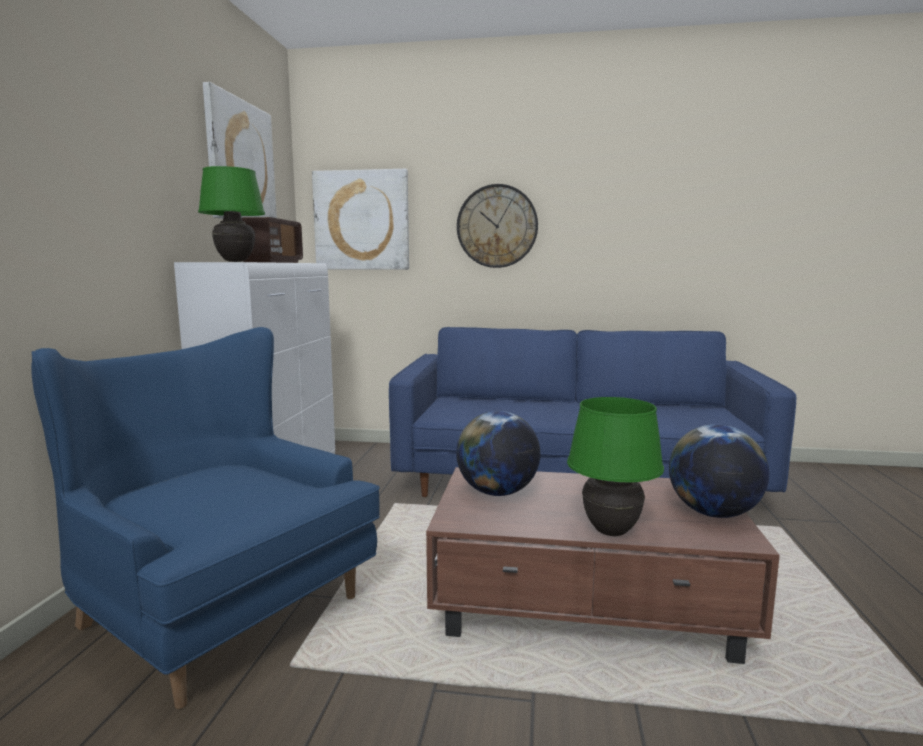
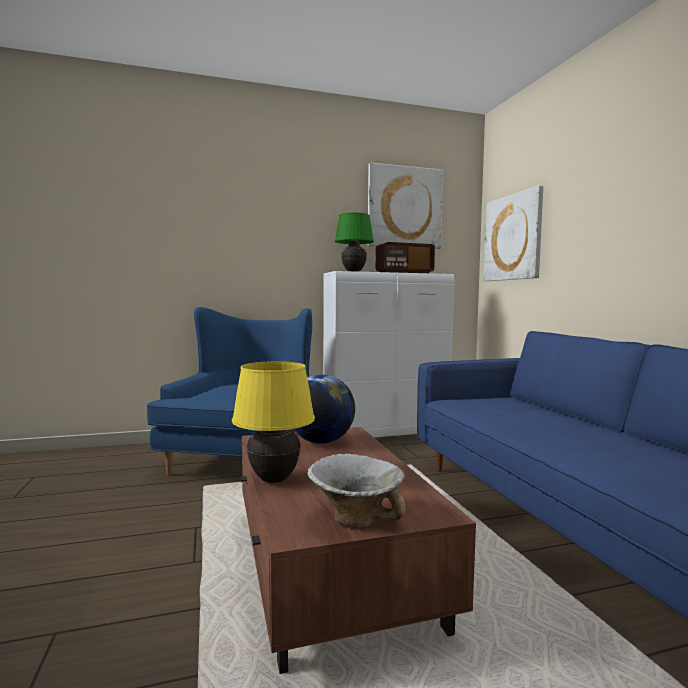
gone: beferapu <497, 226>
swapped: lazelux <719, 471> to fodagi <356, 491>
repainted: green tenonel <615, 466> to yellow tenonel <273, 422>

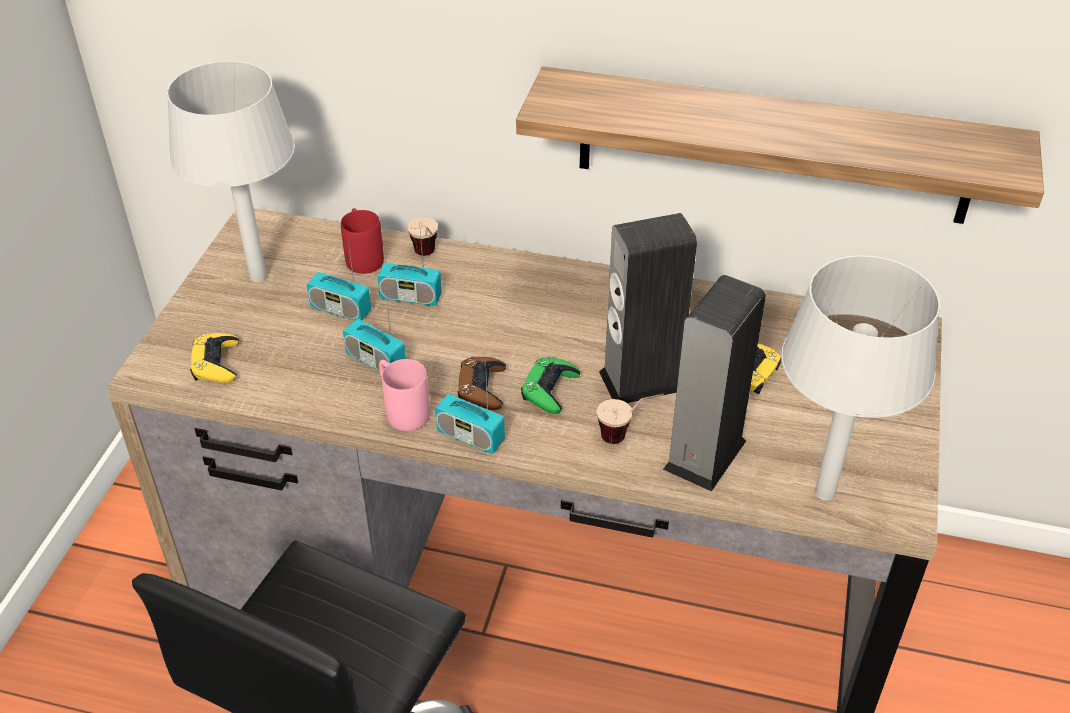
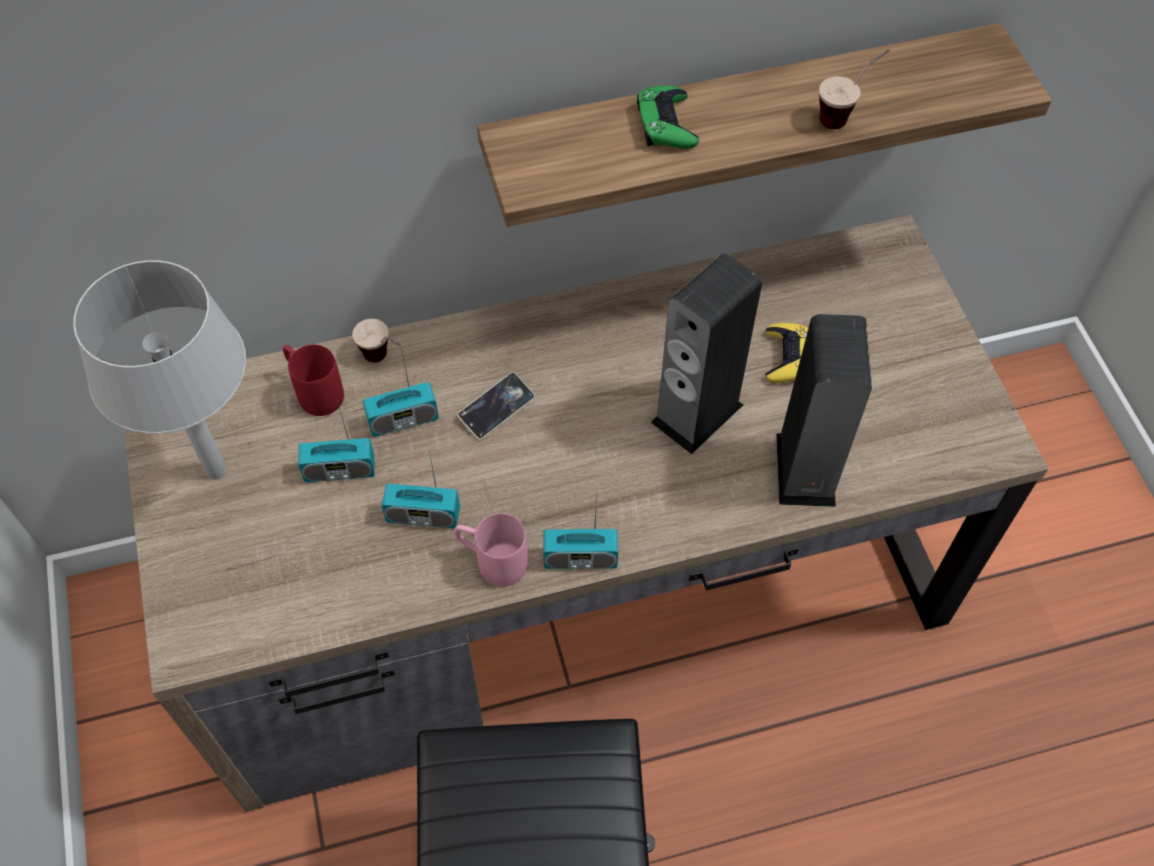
gone: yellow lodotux <214, 358>; brown lodotux <482, 383>; grey tenonel <860, 378>
new: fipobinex <496, 406>
shifted: green lodotux <550, 385> to <668, 117>; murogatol <630, 418> to <854, 89>

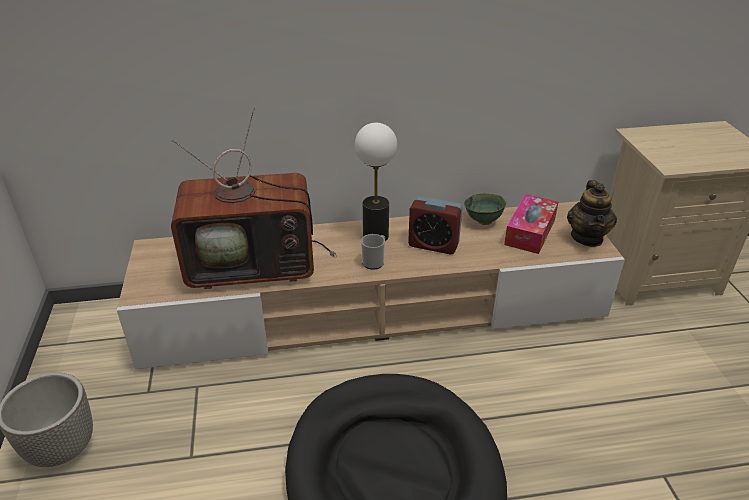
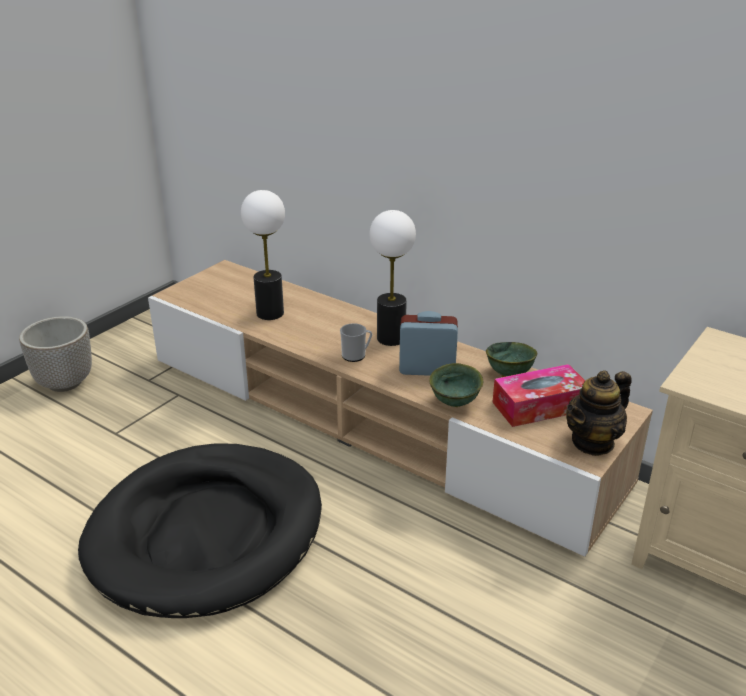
new: green fodagi <456, 385>
swapped: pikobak <253, 198> to tenonel <263, 255>
rotated: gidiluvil <435, 225> = <428, 343> 120 degrees clockwise

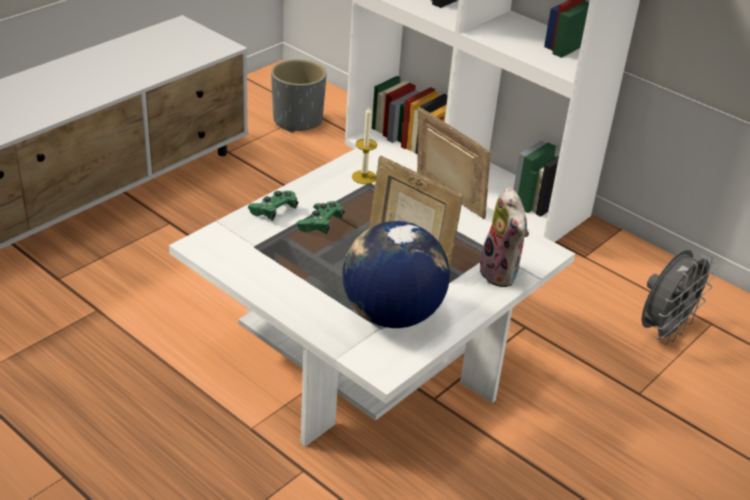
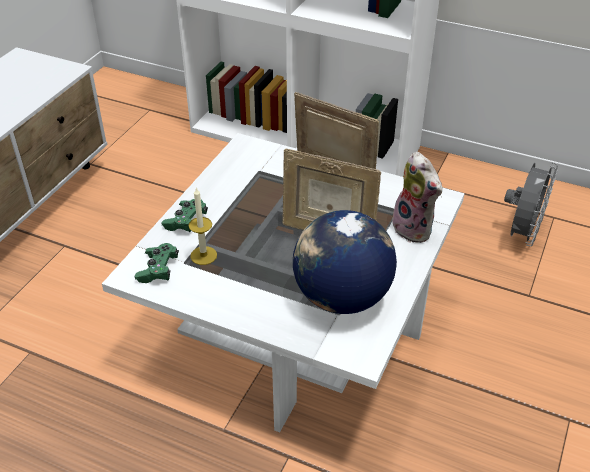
gone: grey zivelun <298, 96>
shifted: green lodotux <320, 217> to <157, 263>; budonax <364, 145> to <203, 226>

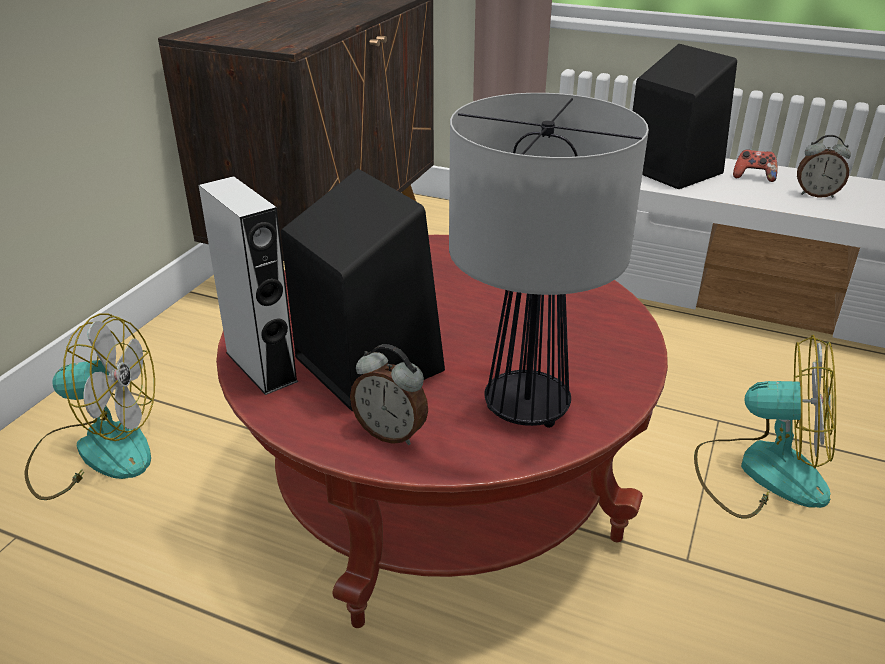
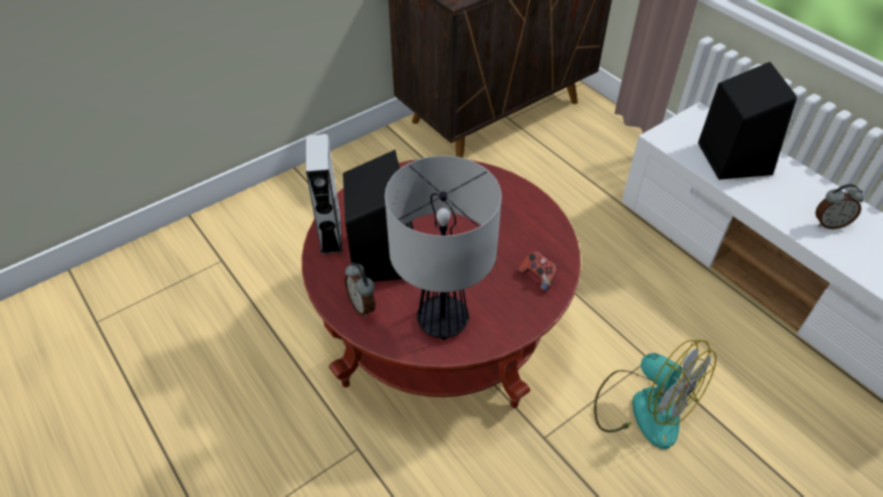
gone: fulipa <90, 407>
shifted: lodotux <755, 165> to <538, 271>
rotated: gidiluvil <824, 166> = <839, 206> 45 degrees counterclockwise

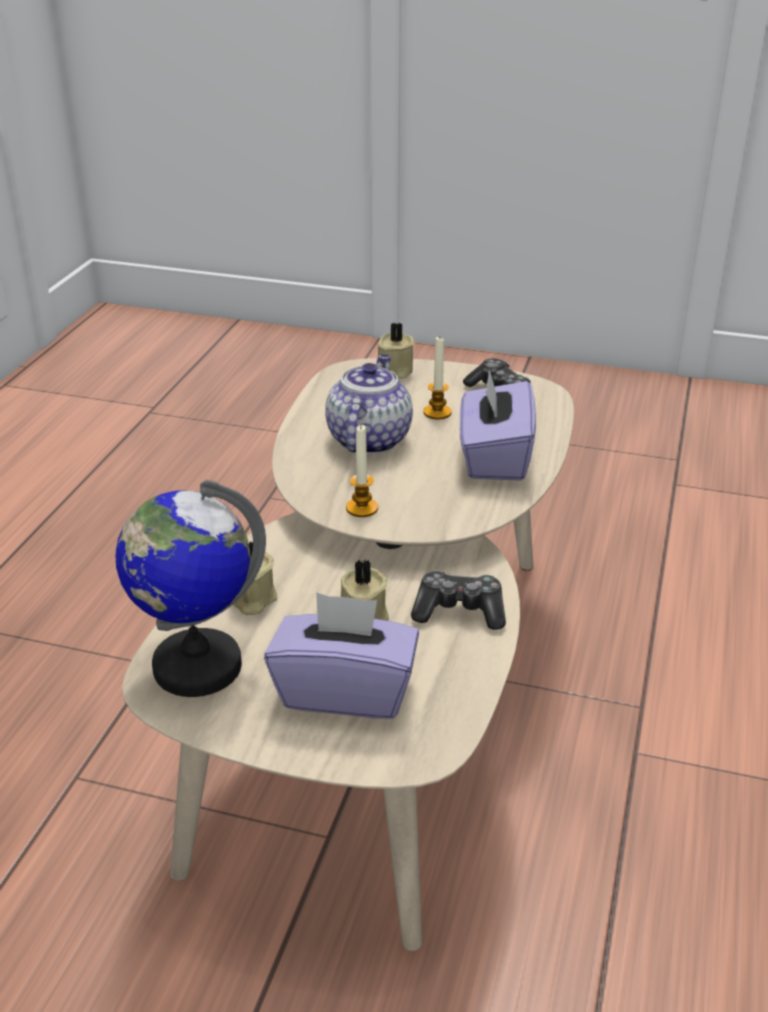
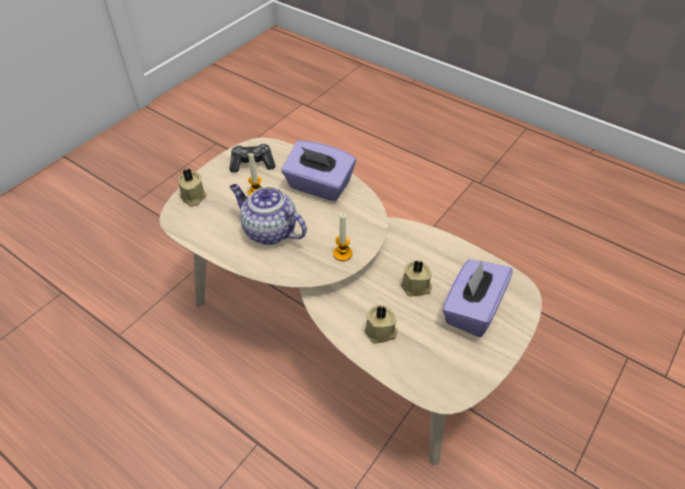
gone: lazelux <191, 588>; lodotux <458, 600>

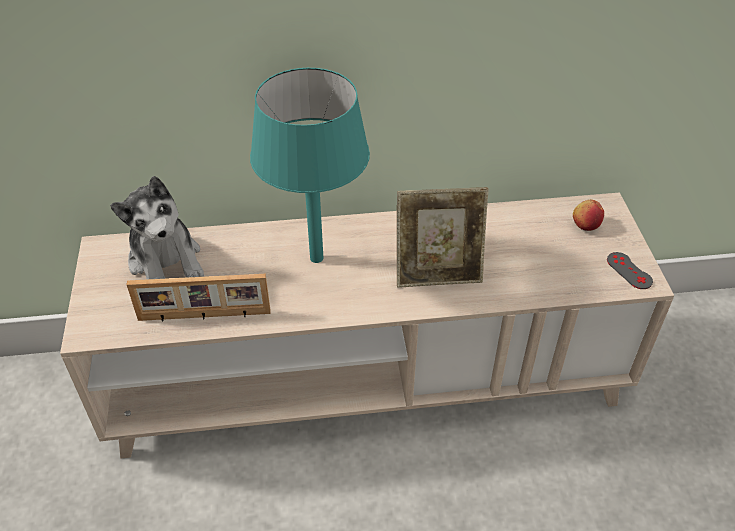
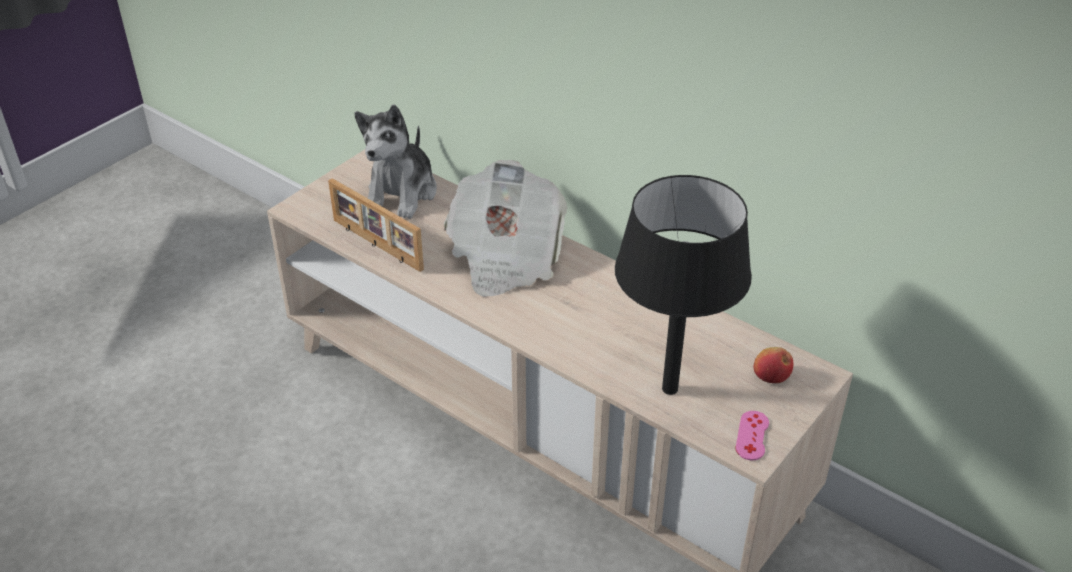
gone: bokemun <443, 237>
new: black tenonel <683, 285>
swapped: turquoise tenonel <310, 165> to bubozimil <506, 228>
repainted: grey lodotux <630, 270> to pink lodotux <752, 435>

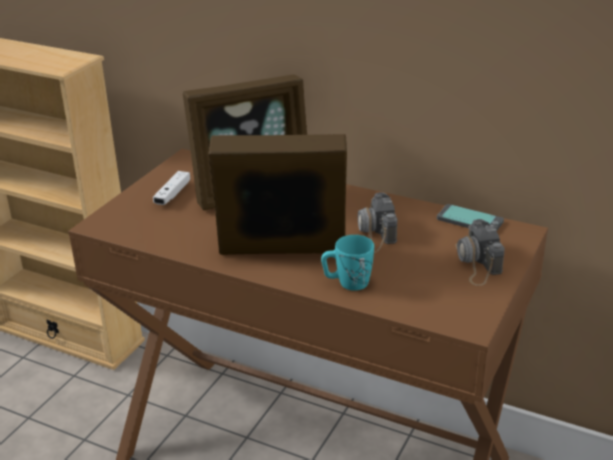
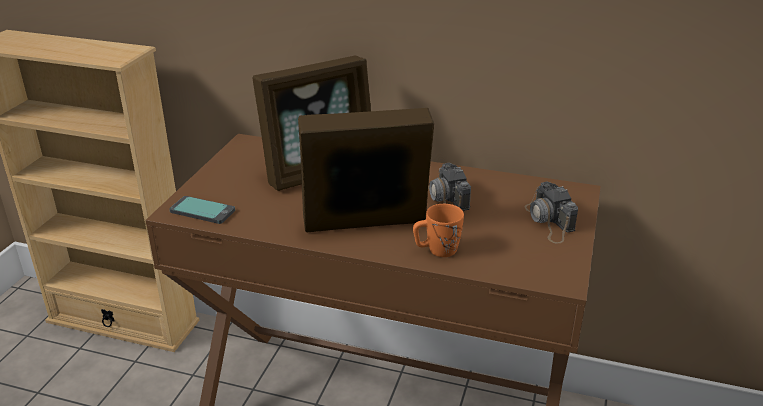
gone: white lodotux <171, 188>
shifted: fipobinex <470, 217> to <202, 210>
repainted: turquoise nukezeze <347, 263> to orange nukezeze <438, 230>

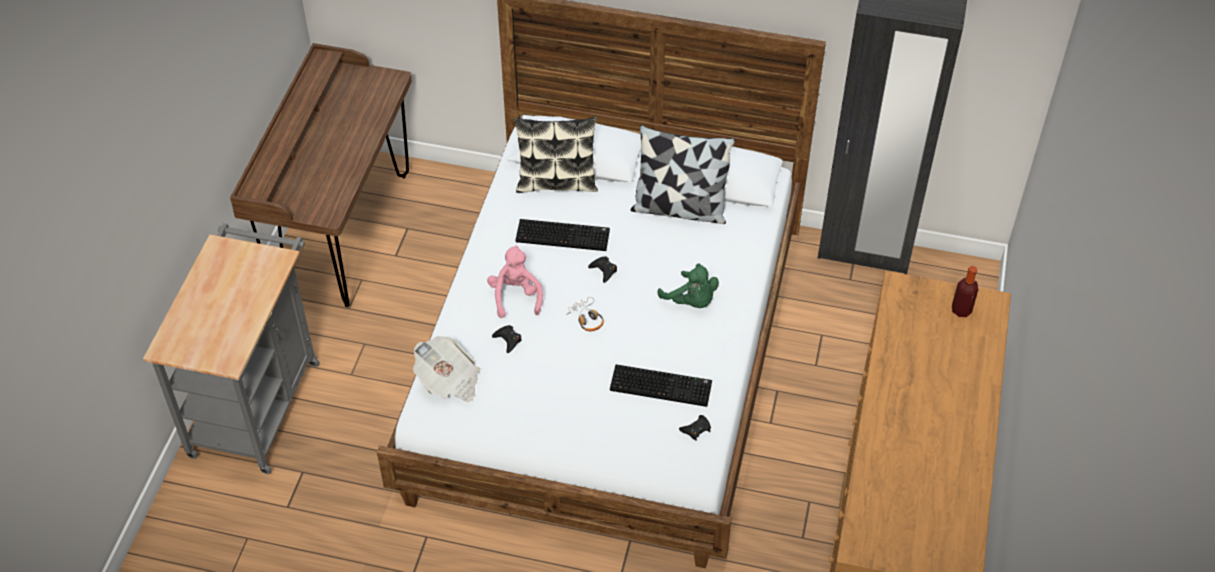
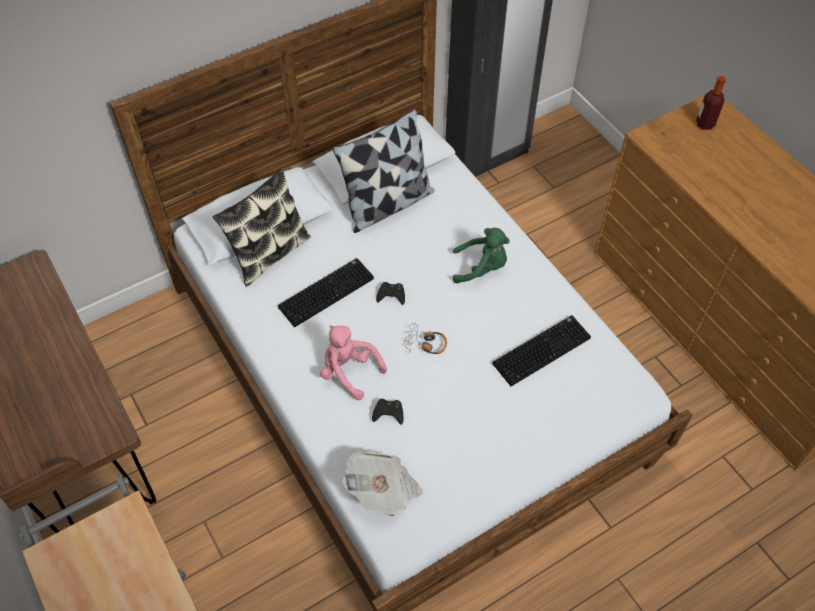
gone: black lodotux <695, 428>

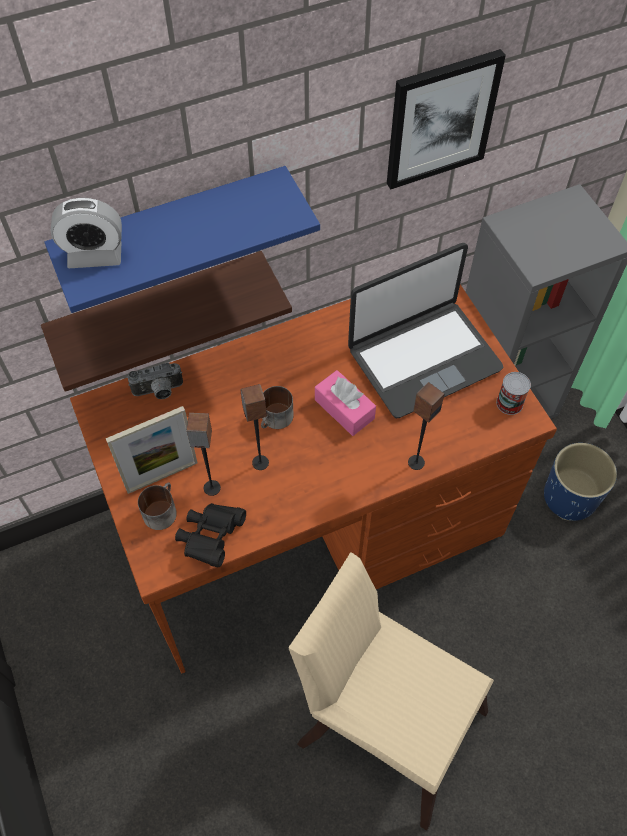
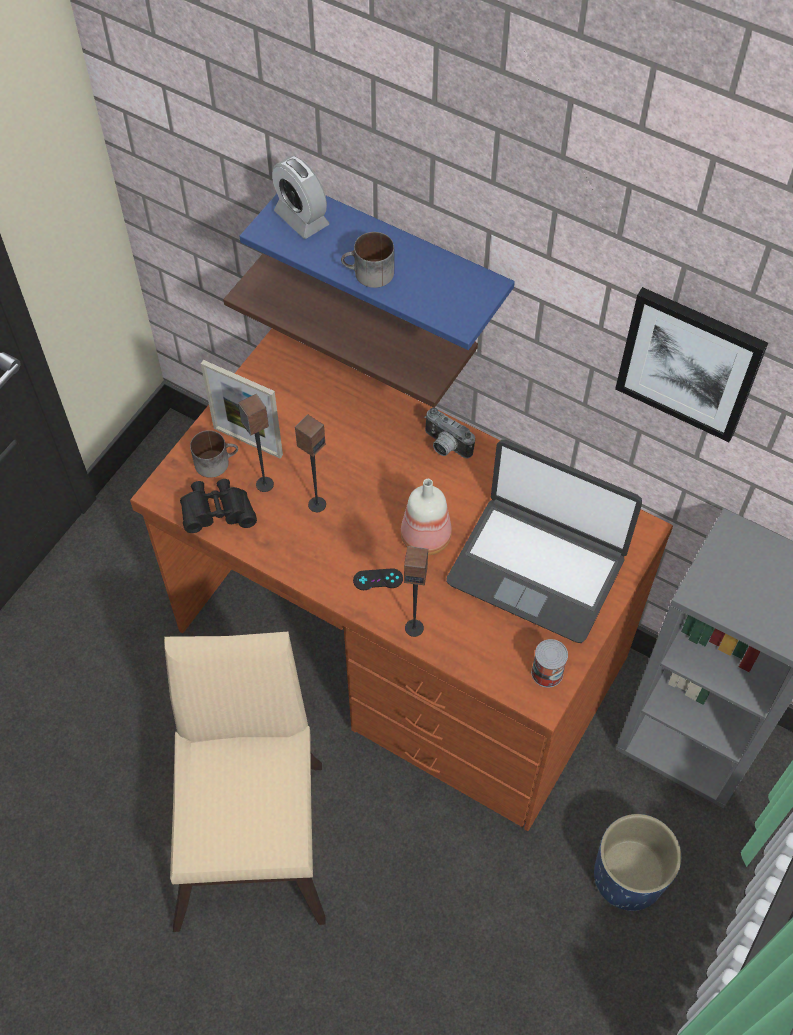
new: black lodotux <378, 579>
shifted: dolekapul <155, 381> to <449, 433>; nukezeze <277, 407> to <367, 260>
swapped: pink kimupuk <345, 403> to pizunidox <426, 517>

